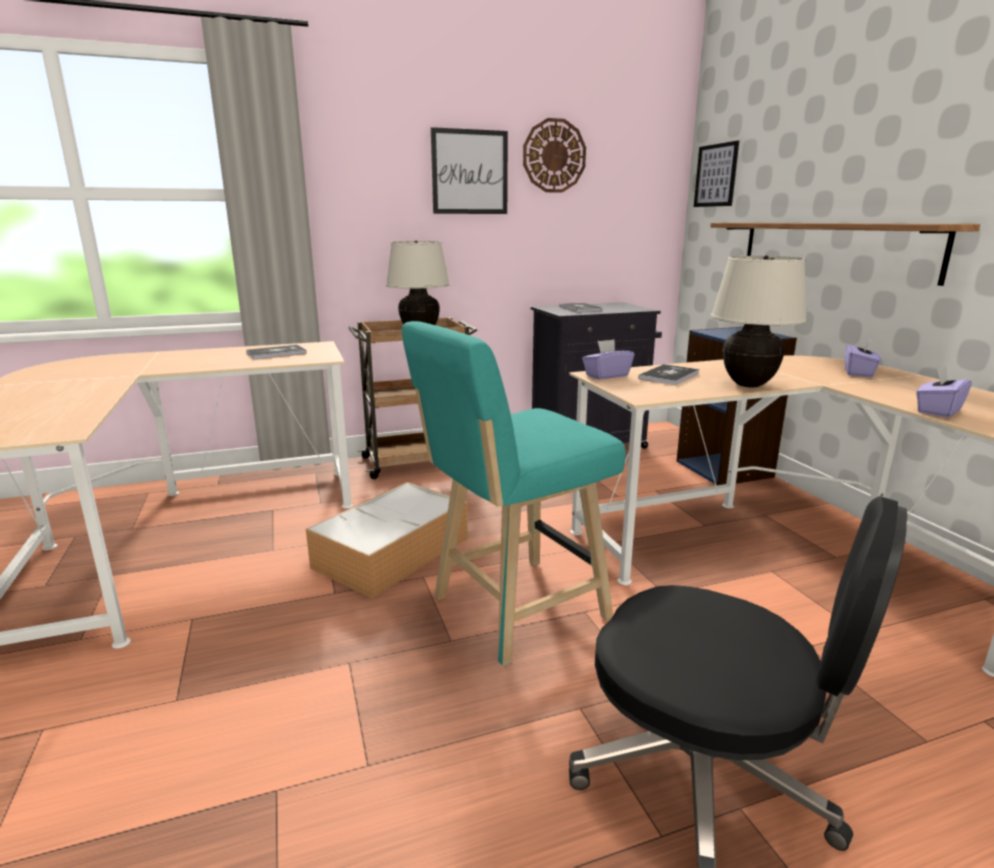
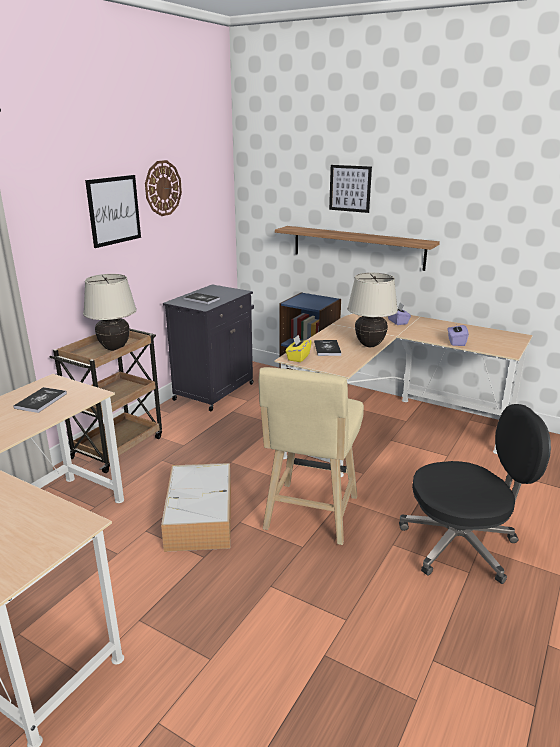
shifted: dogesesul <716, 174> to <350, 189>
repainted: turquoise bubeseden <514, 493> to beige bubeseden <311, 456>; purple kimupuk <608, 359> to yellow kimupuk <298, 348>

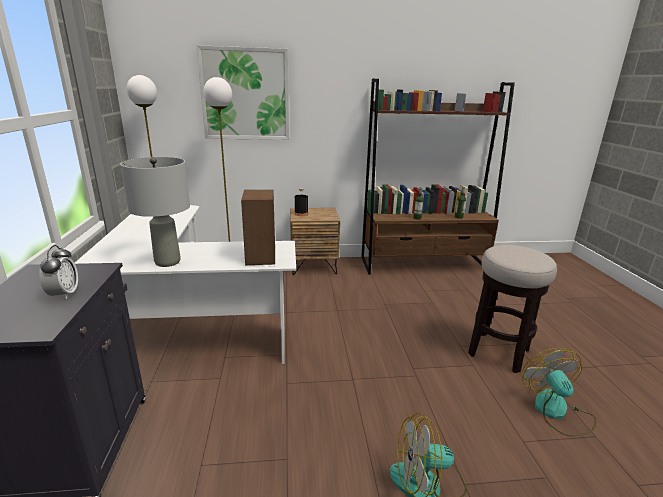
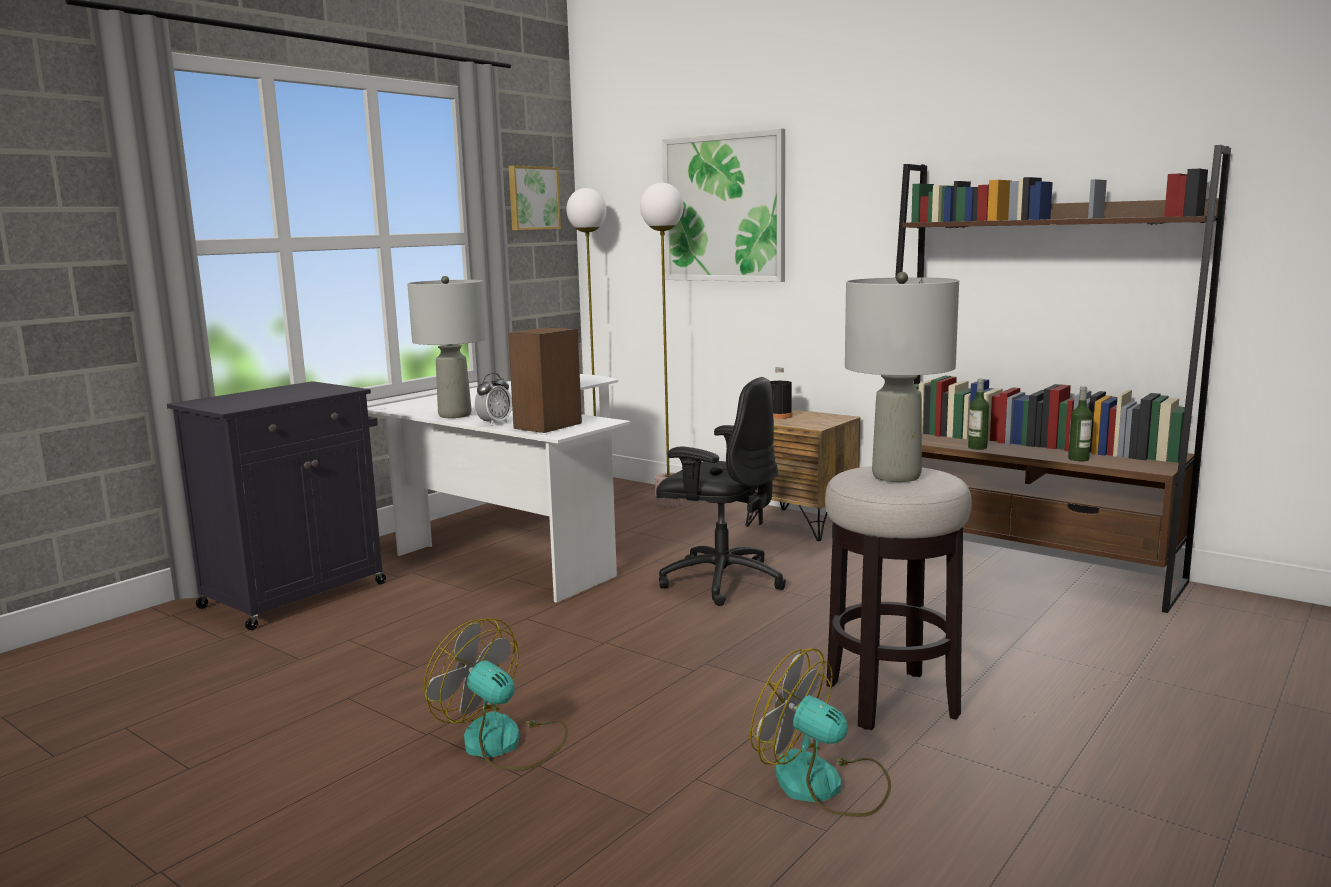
new: dogesesul <535, 197>; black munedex <721, 491>; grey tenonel <902, 377>
shifted: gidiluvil <58, 272> to <493, 399>
rotated: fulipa <559, 392> = <820, 732> 90 degrees counterclockwise

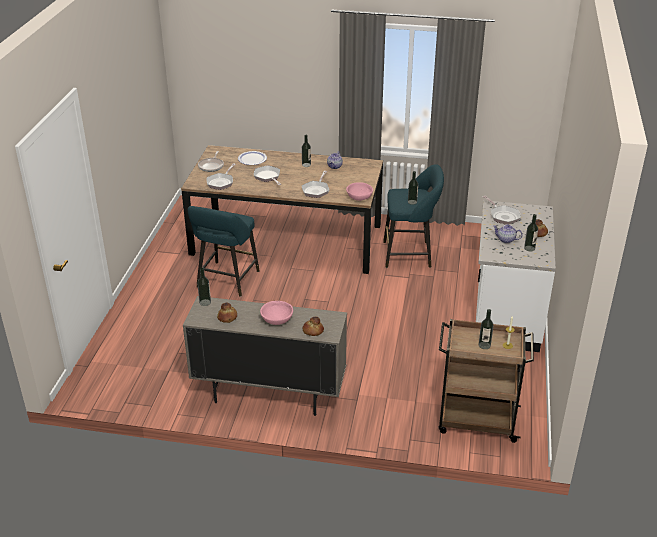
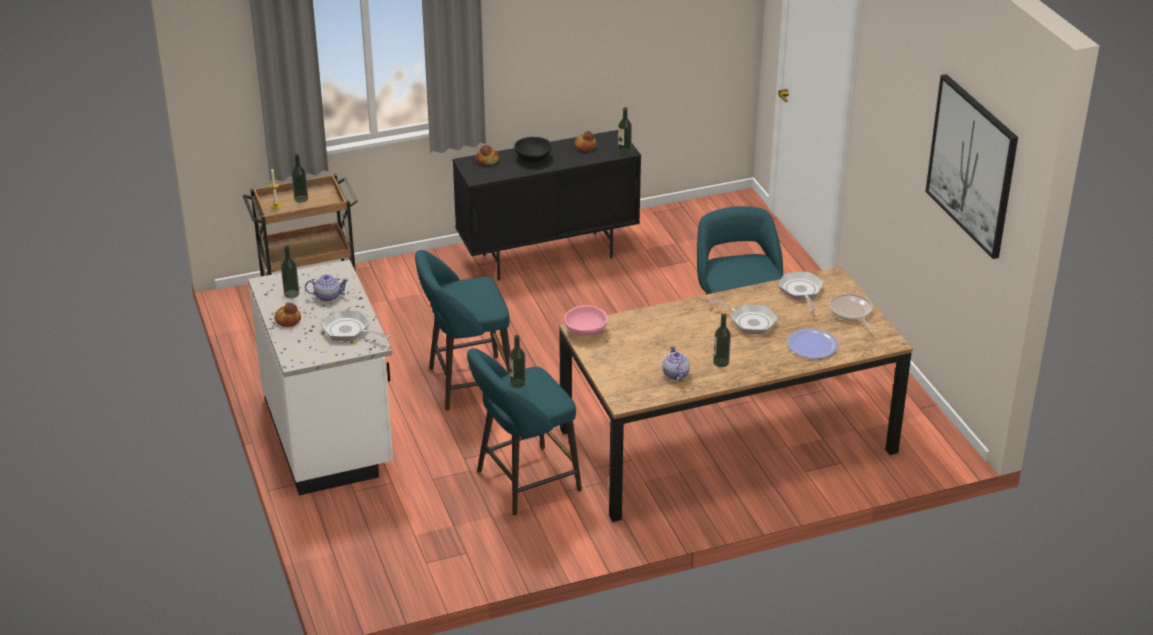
gone: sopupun <315, 184>
new: turquoise bubeseden <462, 330>; dogesesul <972, 166>
repainted: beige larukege <265, 356> to black larukege <546, 205>; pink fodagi <276, 313> to black fodagi <533, 150>

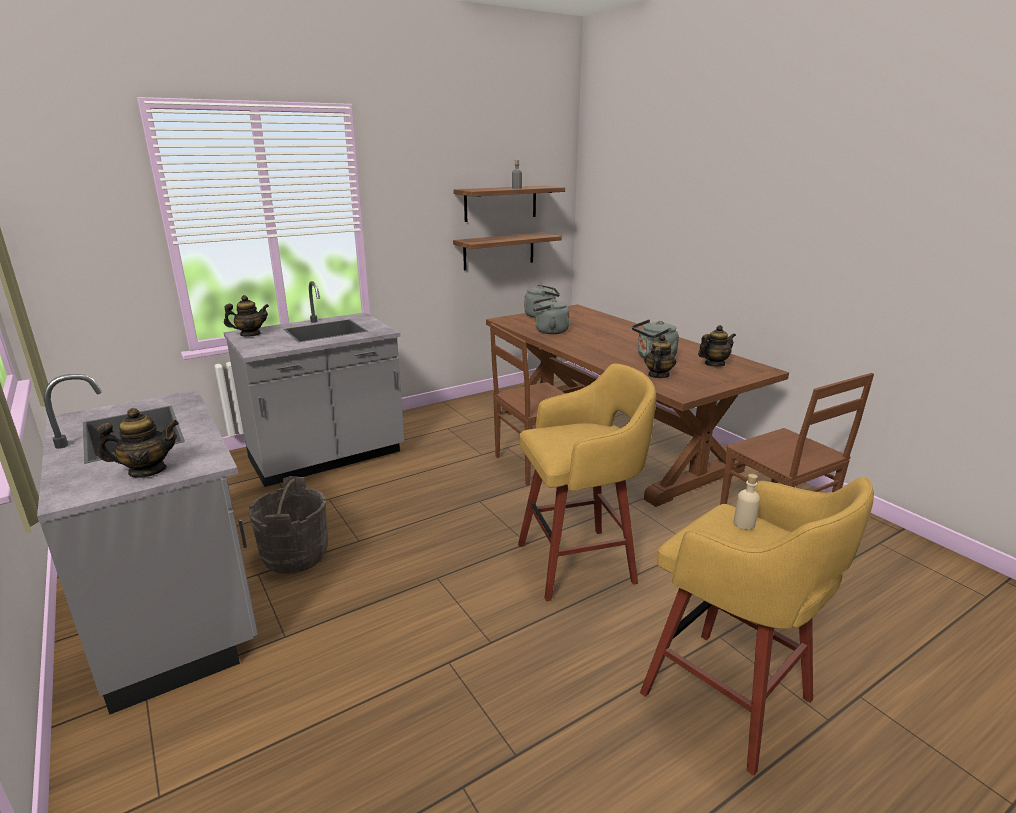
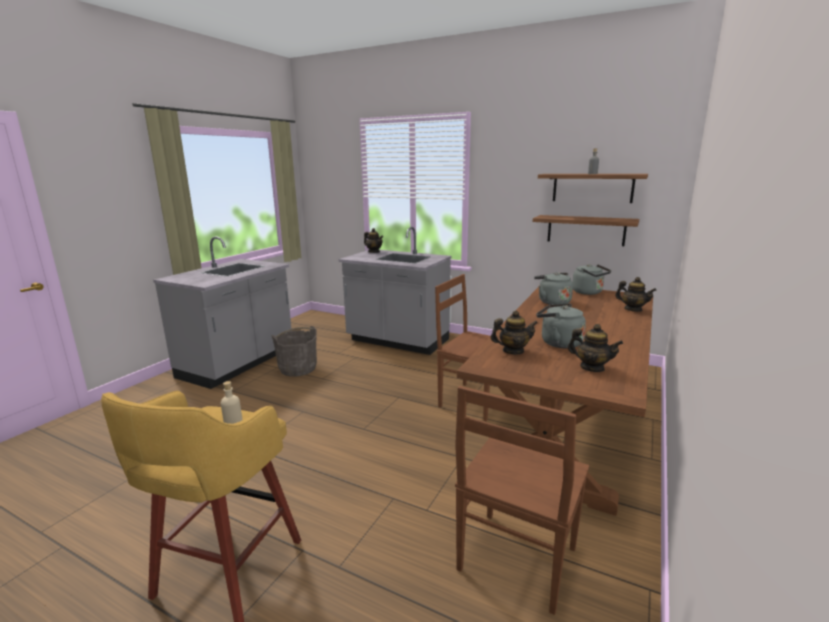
gone: yellow bubeseden <587, 482>
shifted: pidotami <138, 443> to <636, 294>

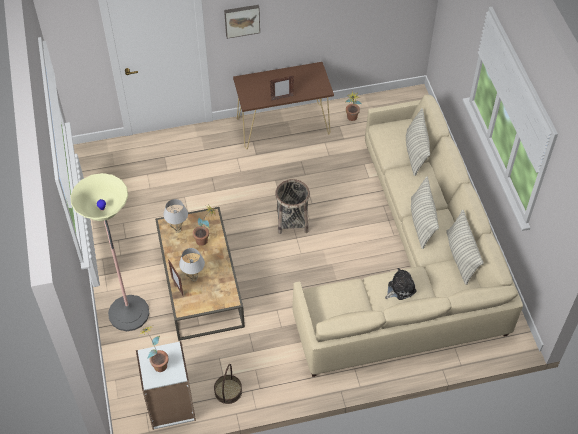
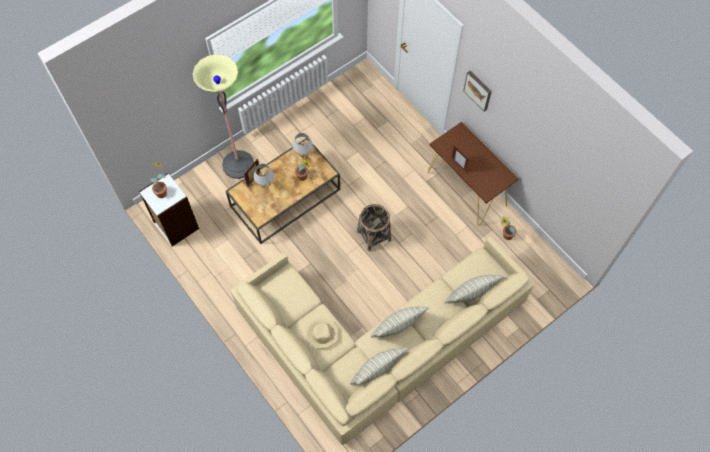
gone: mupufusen <228, 384>
swapped: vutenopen <401, 284> to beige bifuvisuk <322, 333>

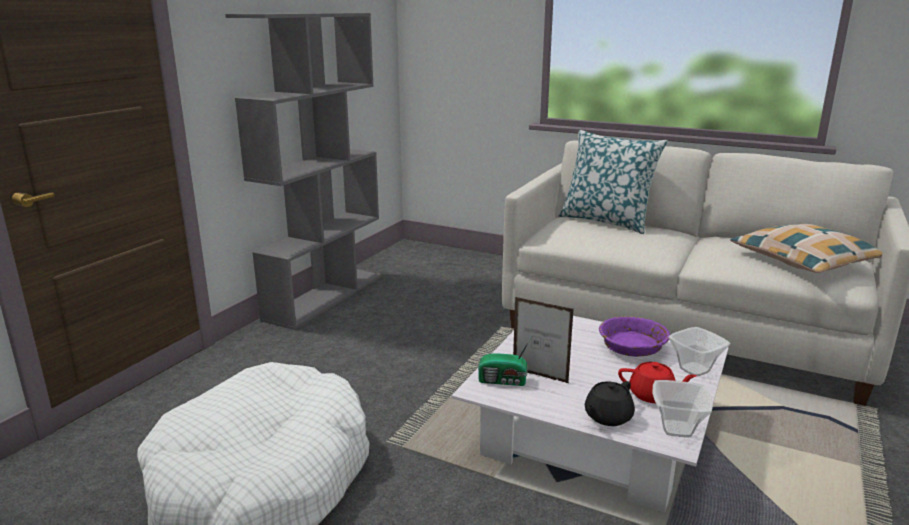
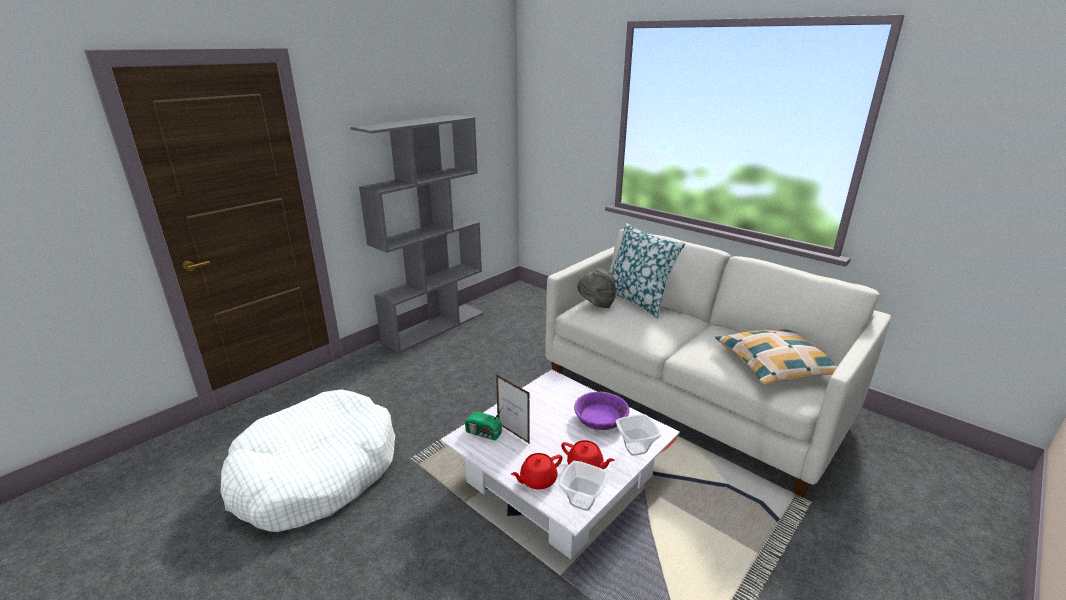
new: grey bifuvisuk <596, 288>
repainted: black pidotami <610, 403> to red pidotami <536, 471>

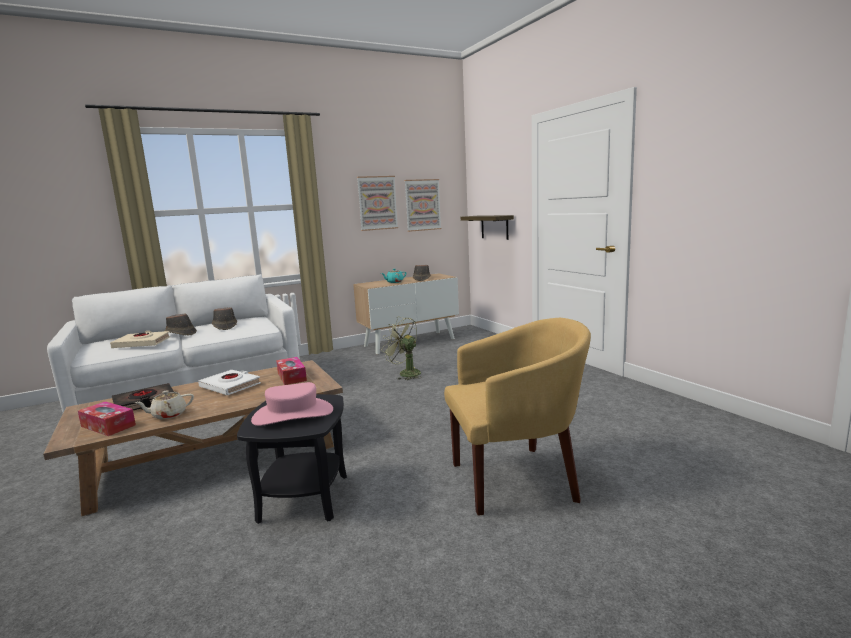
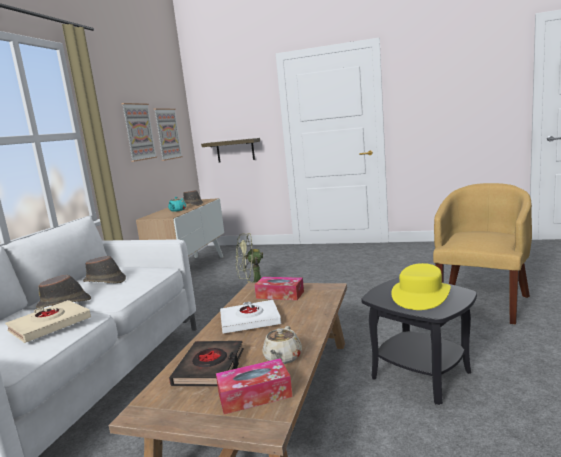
repainted: pink bifuvisuk <292, 404> to yellow bifuvisuk <421, 286>

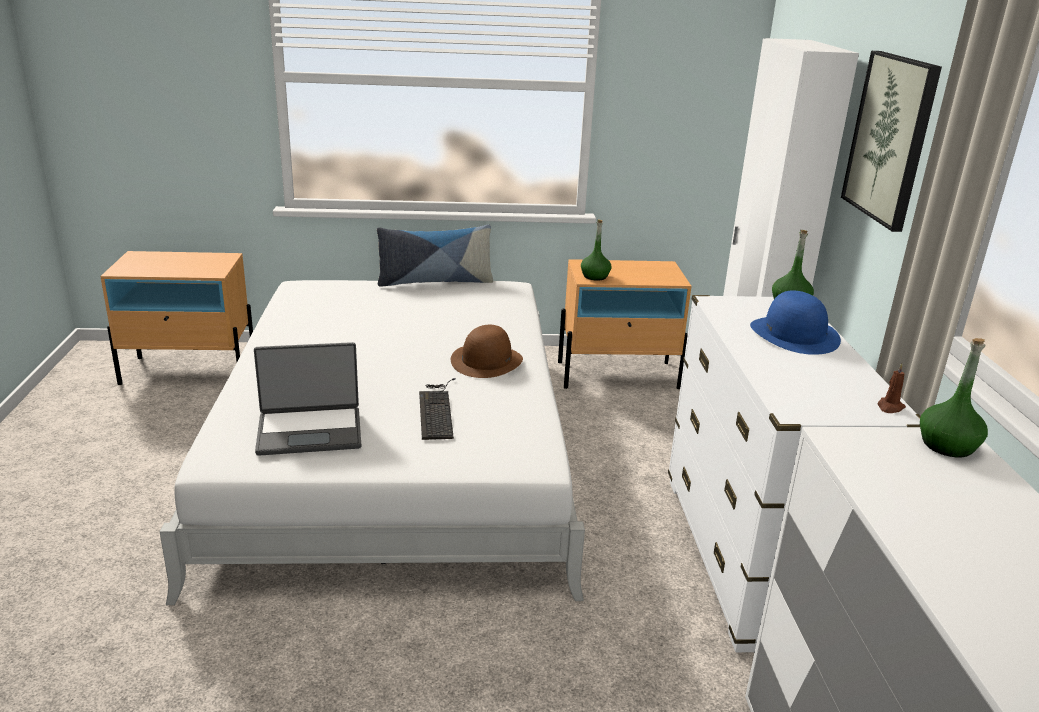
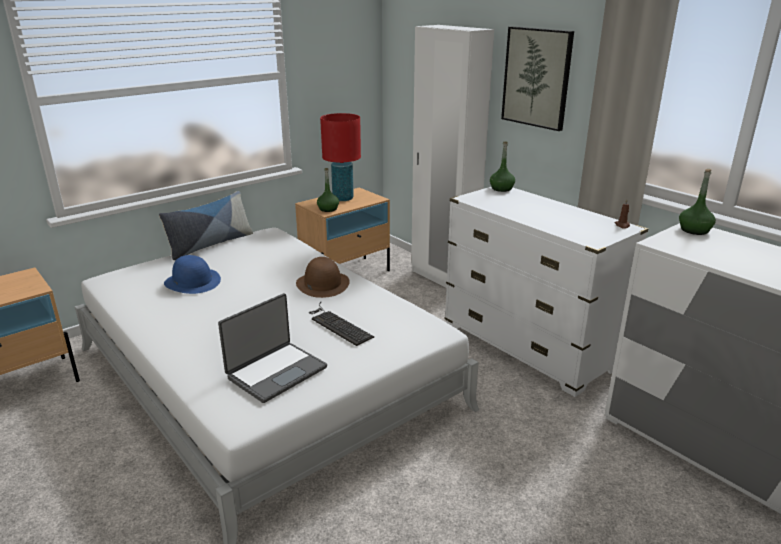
new: red tenonel <340, 157>
shifted: blue bifuvisuk <795, 323> to <192, 274>

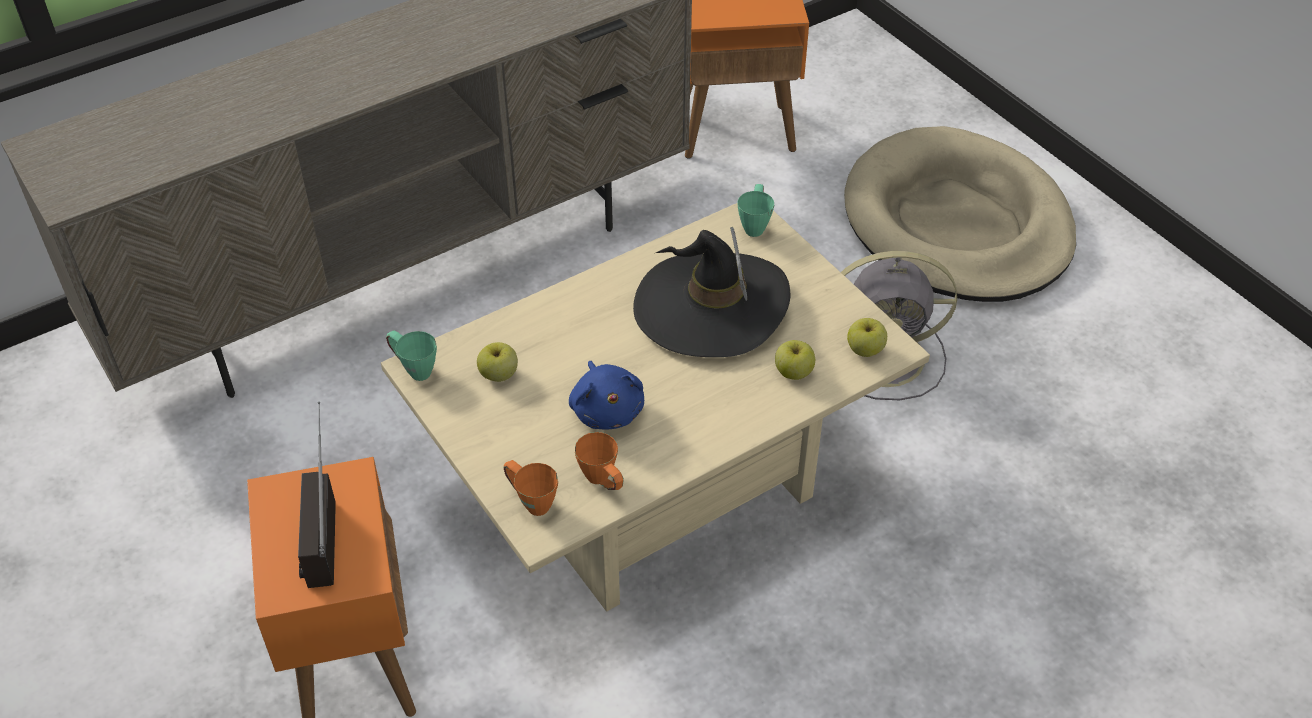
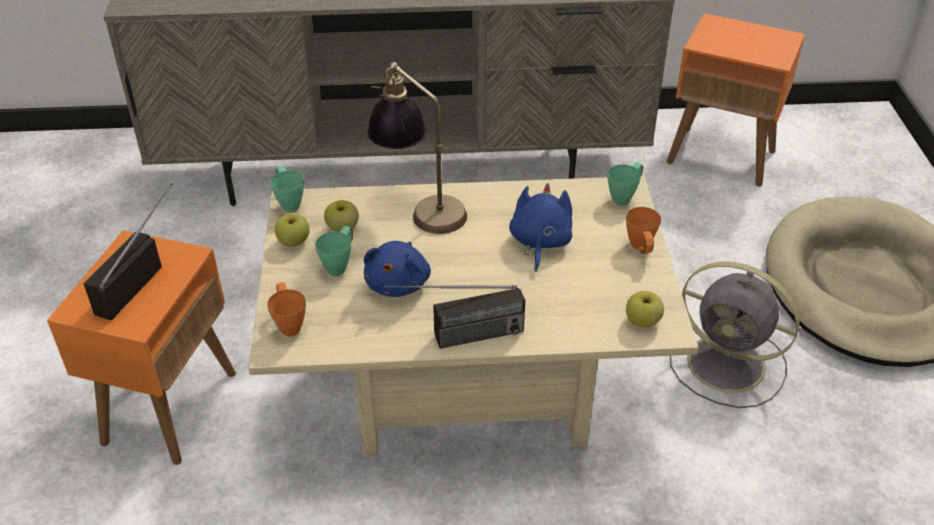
new: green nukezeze <334, 251>; tenonel <417, 148>; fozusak <454, 317>
shifted: orange nukezeze <599, 461> to <643, 230>; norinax <795, 360> to <292, 230>
swapped: black bifuvisuk <711, 292> to blue vutenopen <540, 227>

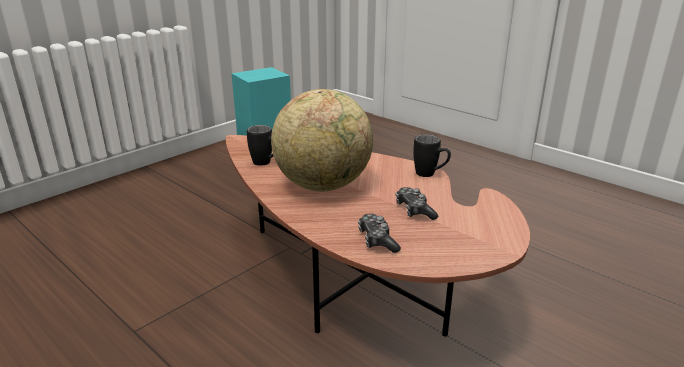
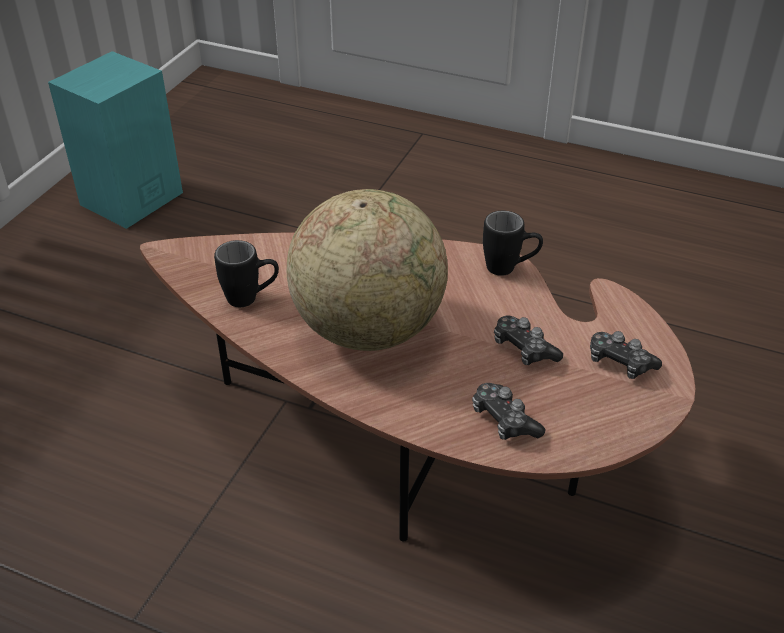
new: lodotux <626, 355>

